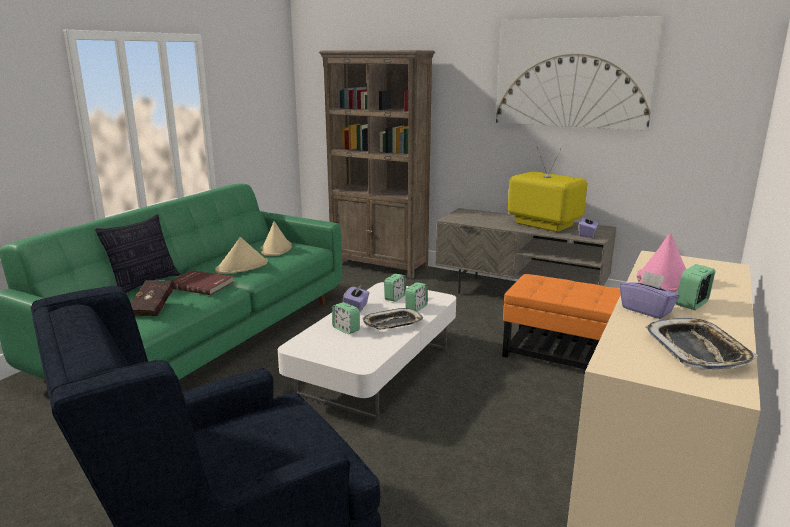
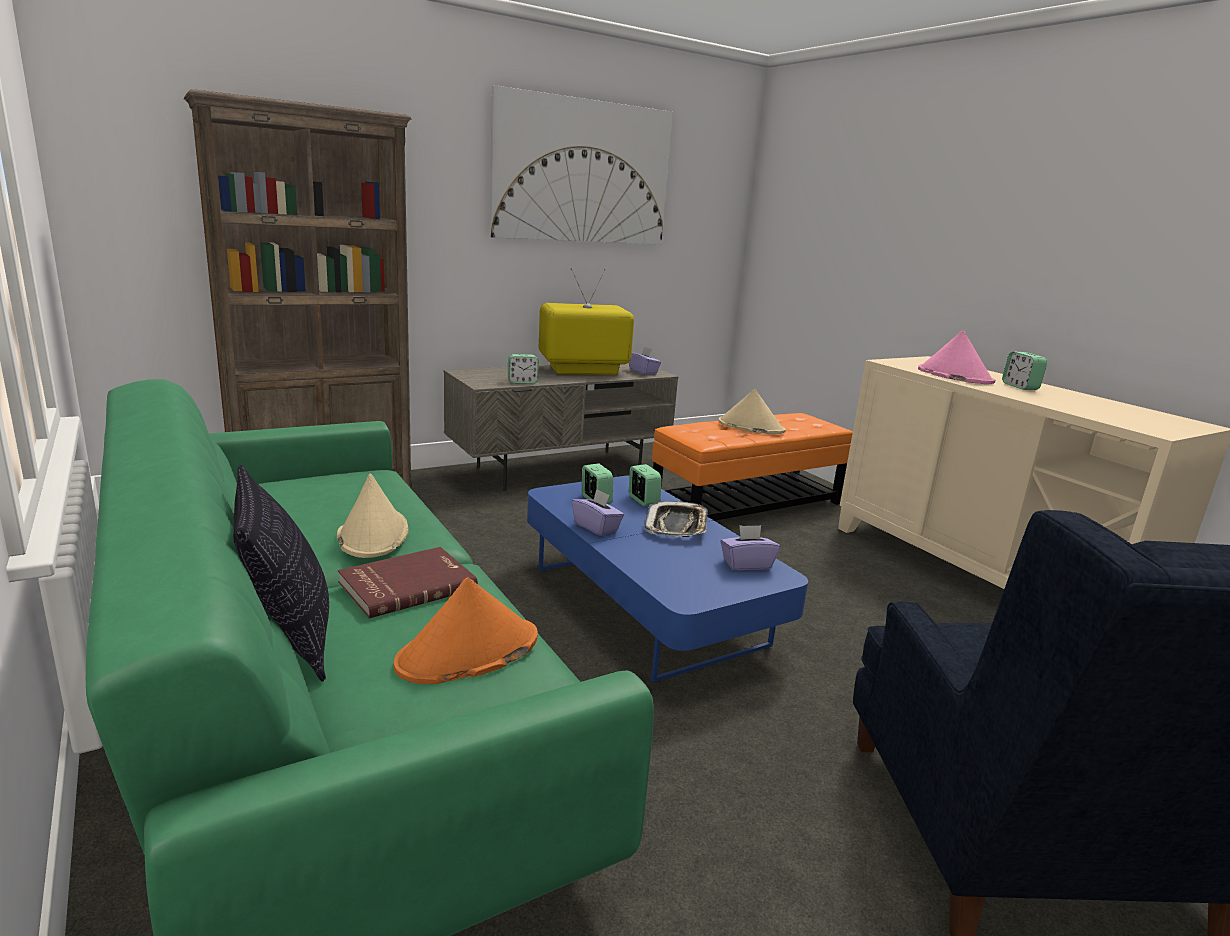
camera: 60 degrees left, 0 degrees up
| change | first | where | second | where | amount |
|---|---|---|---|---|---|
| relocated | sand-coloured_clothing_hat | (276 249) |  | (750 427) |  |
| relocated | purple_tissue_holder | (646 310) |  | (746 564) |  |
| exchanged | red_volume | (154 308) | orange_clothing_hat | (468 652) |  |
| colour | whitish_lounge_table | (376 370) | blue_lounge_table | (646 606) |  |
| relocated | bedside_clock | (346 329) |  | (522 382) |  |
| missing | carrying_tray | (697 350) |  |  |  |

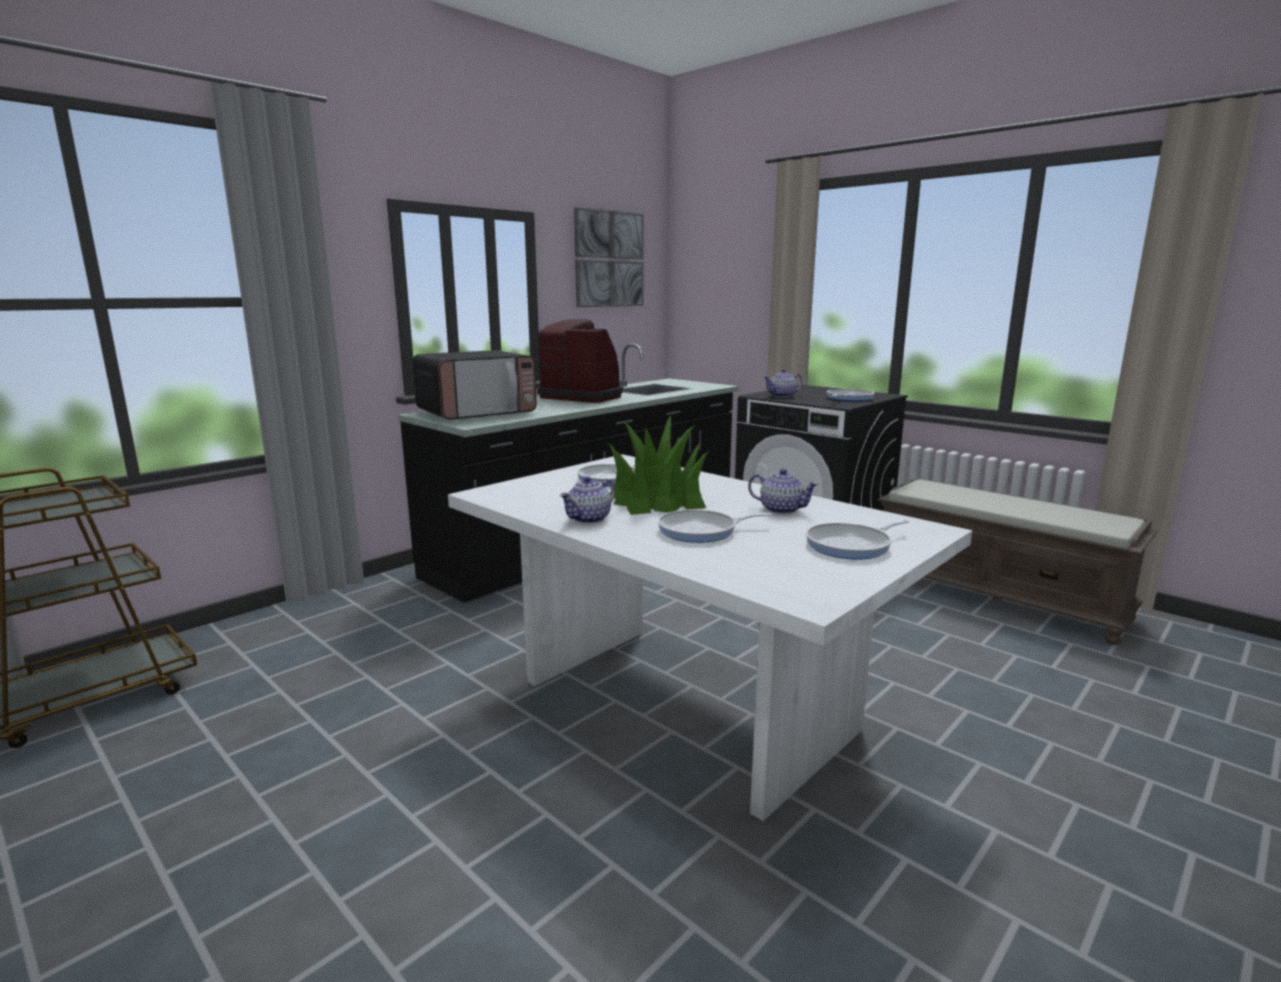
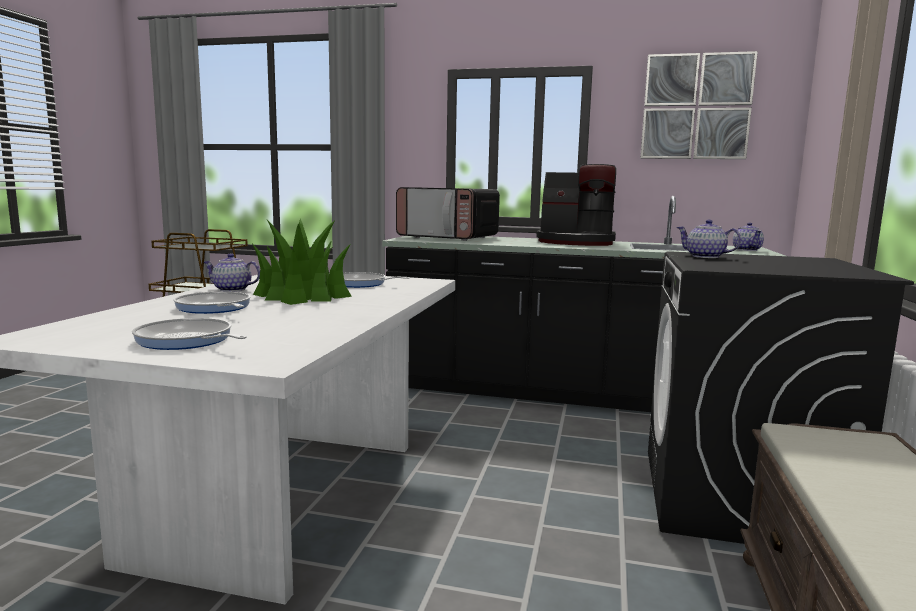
camera: 60 degrees right, 5 degrees down
| change | first | where | second | where | amount |
|---|---|---|---|---|---|
| spun | coffee_maker | (583 396) |  | (576 242) | 105 degrees clockwise |
| missing | frying_pan | (848 398) |  |  |  |
| relocated | tea_pot | (781 509) |  | (747 250) |  |

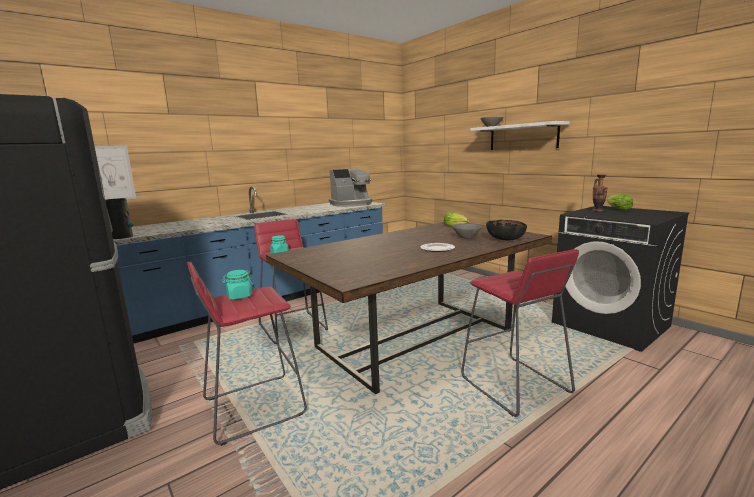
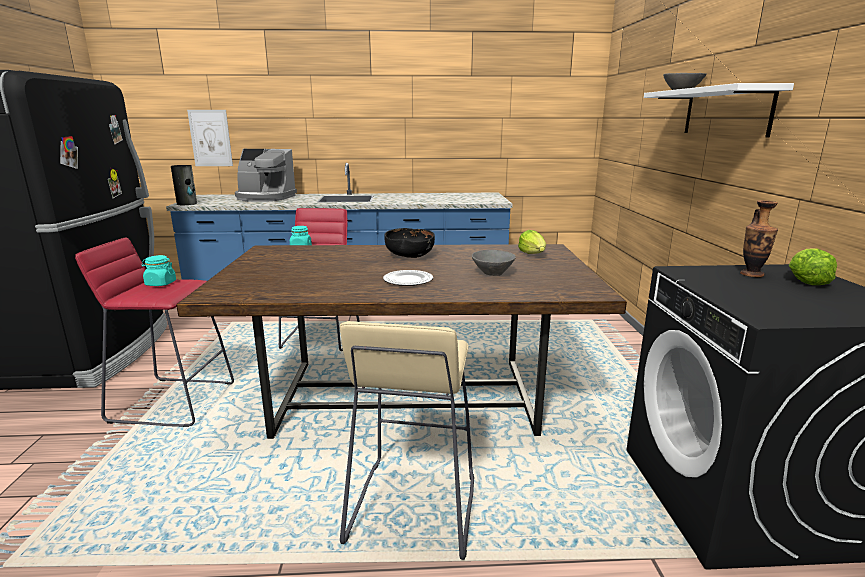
camera: 35 degrees right, 5 degrees up
| change | first | where | second | where | amount |
|---|---|---|---|---|---|
| relocated | coffee_maker | (352 204) |  | (265 198) |  |
| relocated | blackish_deep_dish | (505 240) |  | (410 256) |  |
| colour | red_stool | (514 386) | sand-coloured_stool | (412 508) |  |

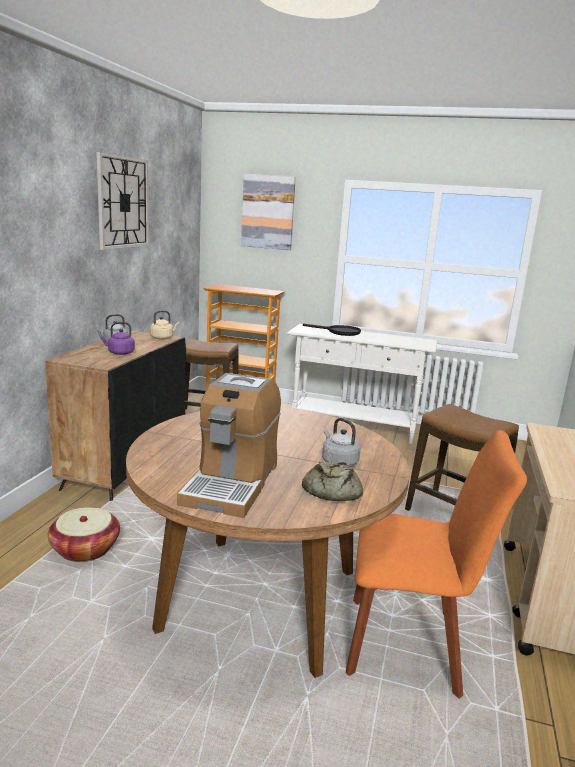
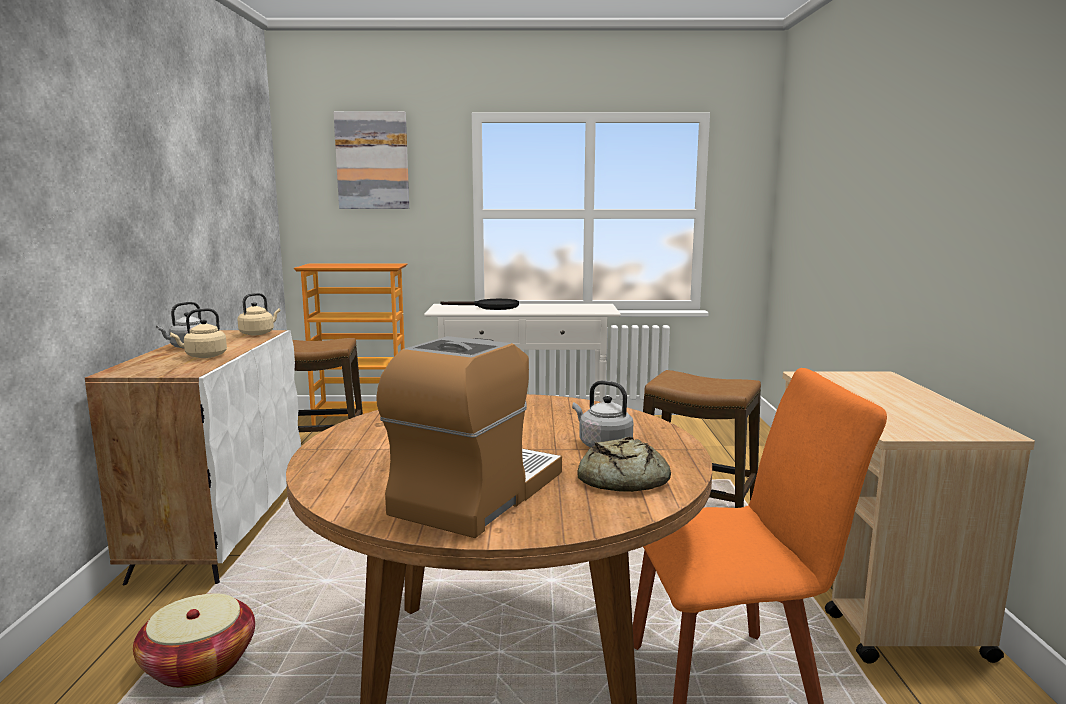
camera: 15 degrees left, 5 degrees down
| change | first | where | second | where | amount |
|---|---|---|---|---|---|
| missing | wall_clock | (123 202) |  |  |  |
| colour | purple_tea_kettle | (119 353) | sand-coloured_tea_kettle | (204 356) |  |
| colour | blackish_cupboard | (125 465) | whitish_cupboard | (221 529) |  |
| spun | coffee_maker | (231 483) |  | (477 494) | 150 degrees counterclockwise |

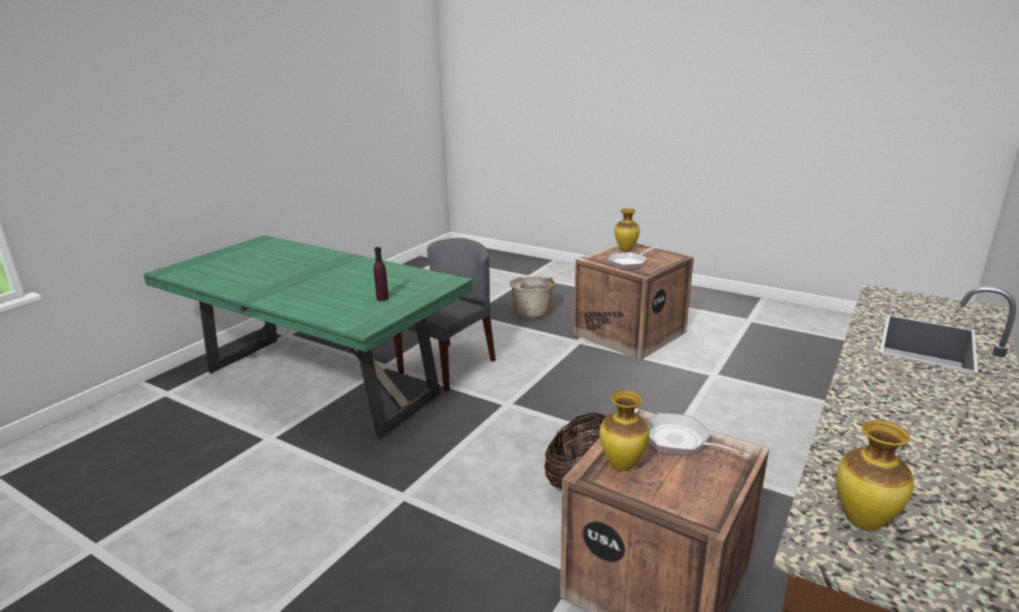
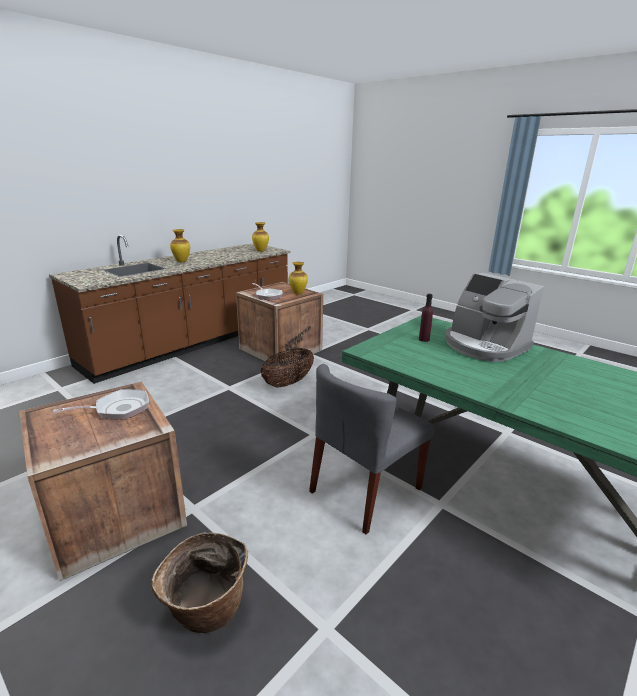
camera: 170 degrees left, 0 degrees up
| change | first | where | second | where | amount |
|---|---|---|---|---|---|
| relocated | flower_vase | (626 249) |  | (182 261) |  |
| appeared |  |  | coffee_maker | (484 346) |  |

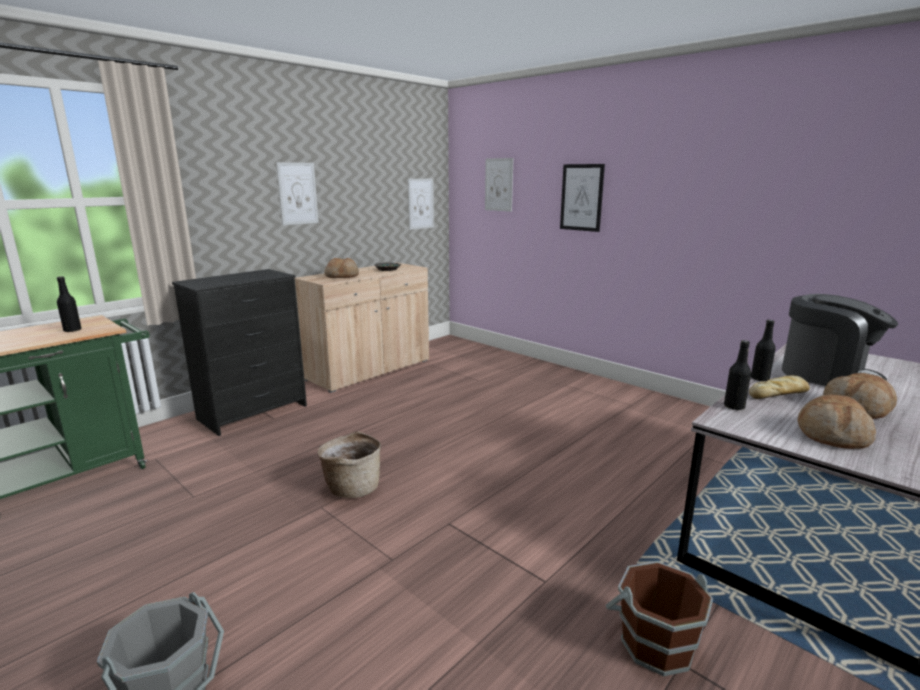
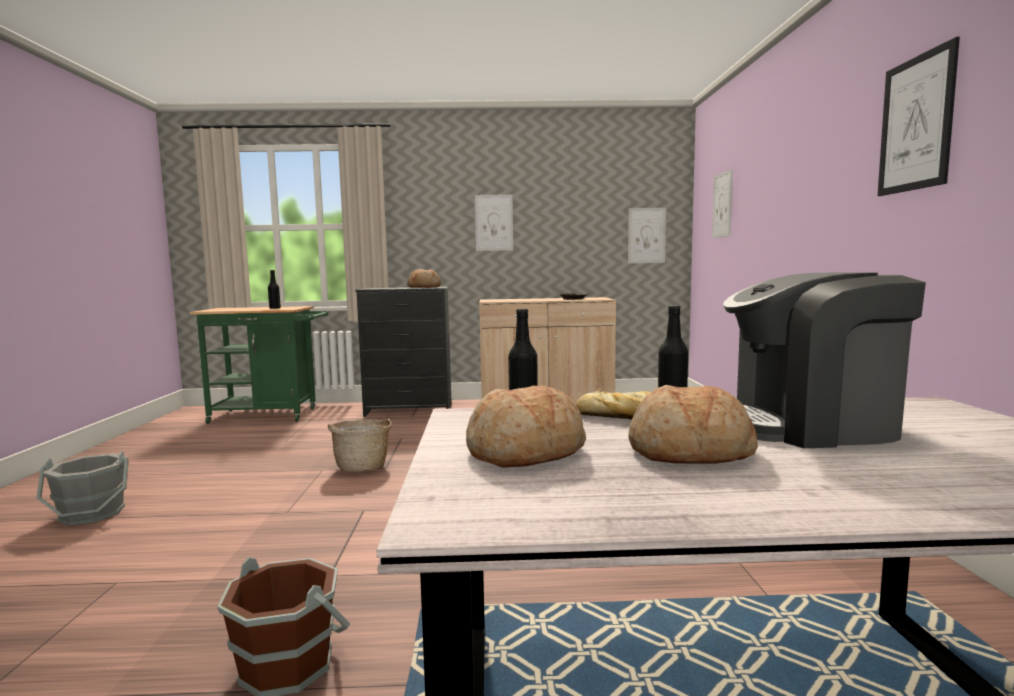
camera: 45 degrees right, 10 degrees down
| change | first | where | second | where | amount |
|---|---|---|---|---|---|
| relocated | picture | (581 197) |  | (916 123) |  |
| relocated | baked_bread | (342 276) |  | (424 287) |  |
| spun | coffee_maker | (827 376) |  | (808 426) | 90 degrees clockwise |

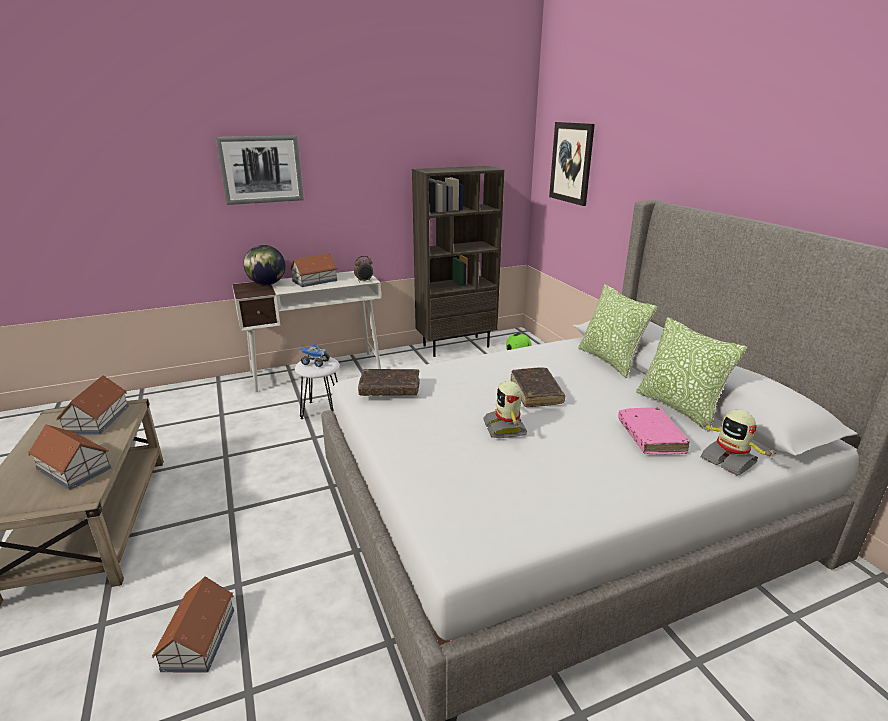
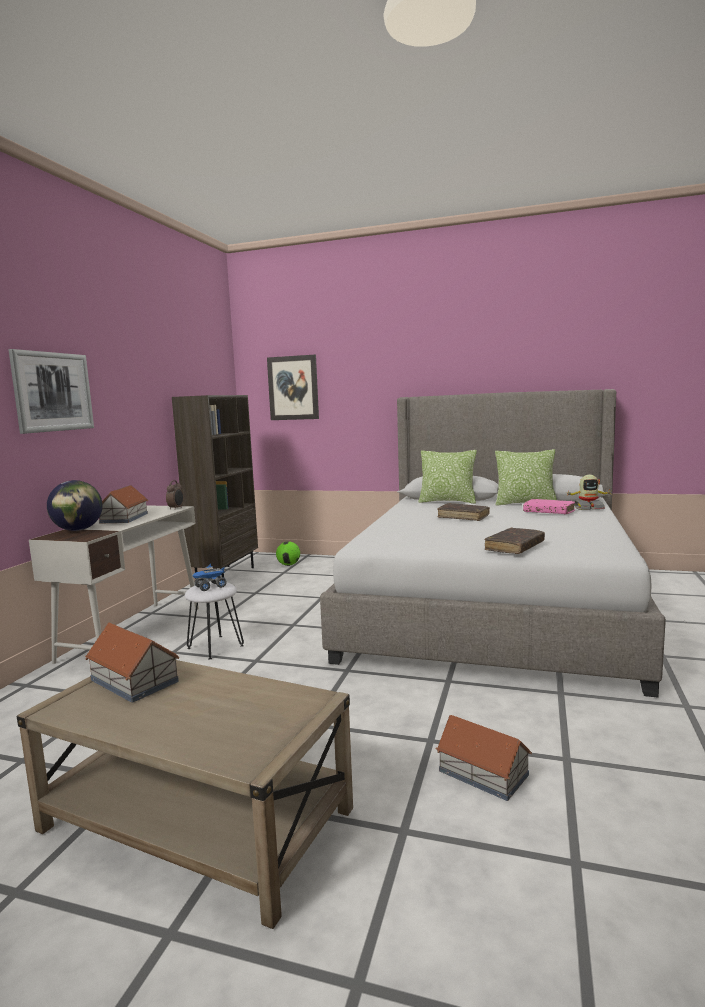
camera: 50 degrees left, 15 degrees down
| change | first | where | second | where | amount |
|---|---|---|---|---|---|
| relocated | brownish_volume | (390 389) |  | (514 547) |  |
| missing | toy_robot | (505 428) |  |  |  |
| missing | toy_house | (74 469) |  |  |  |

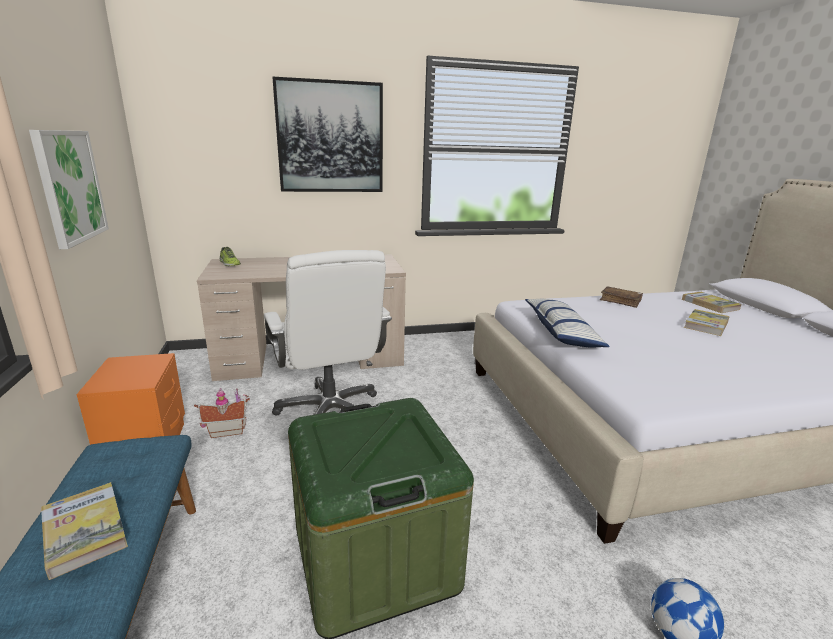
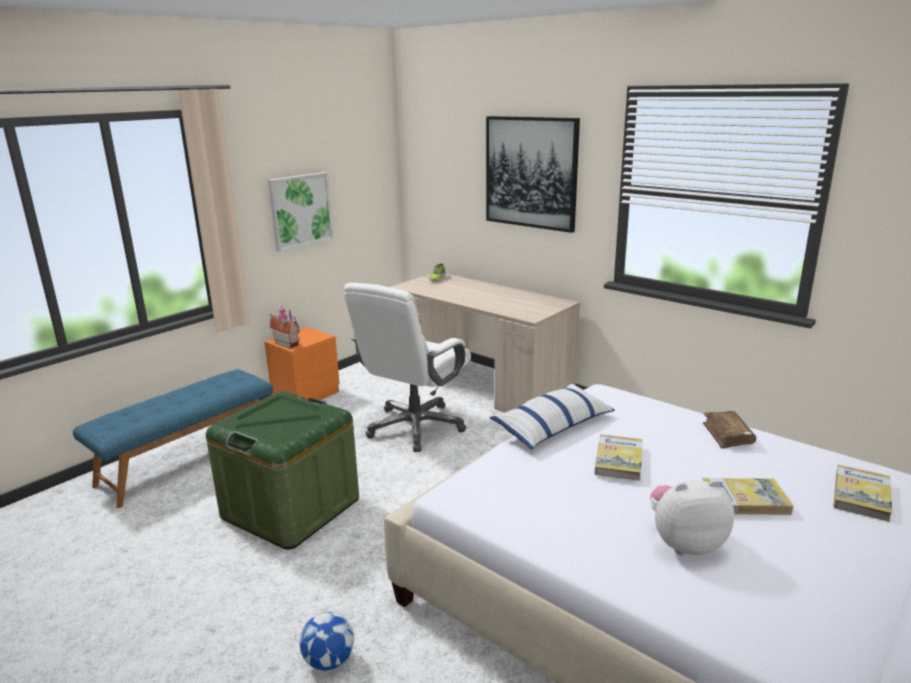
camera: 55 degrees right, 0 degrees up
| change | first | where | second | where | amount |
|---|---|---|---|---|---|
| relocated | toy_house | (226 430) |  | (288 343) |  |
| relocated | volume | (84 531) |  | (618 460) |  |
| appeared |  |  | plush_toy | (684 543) |  |

